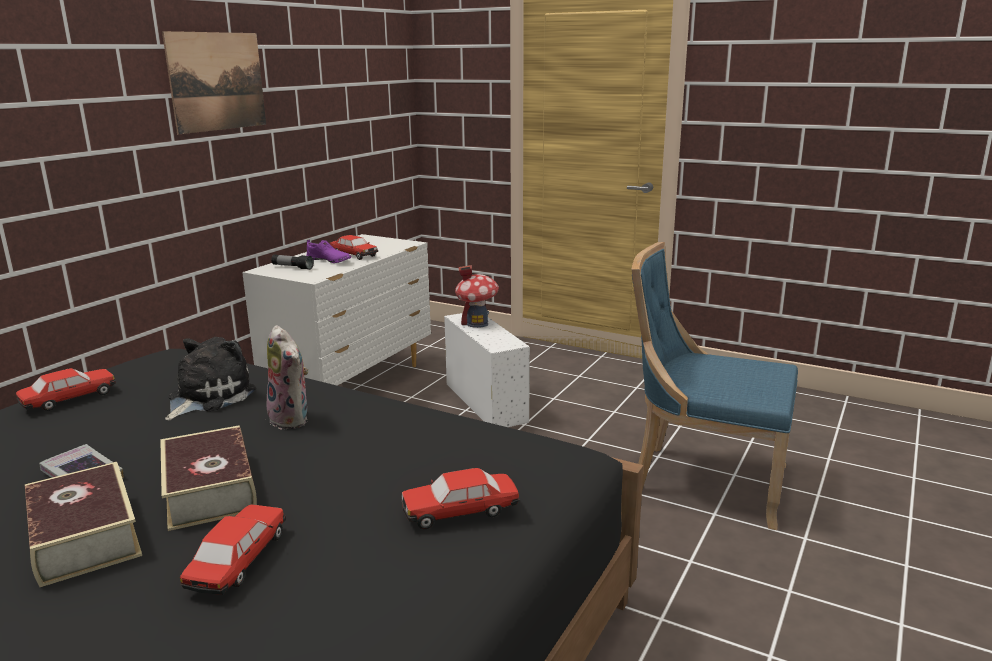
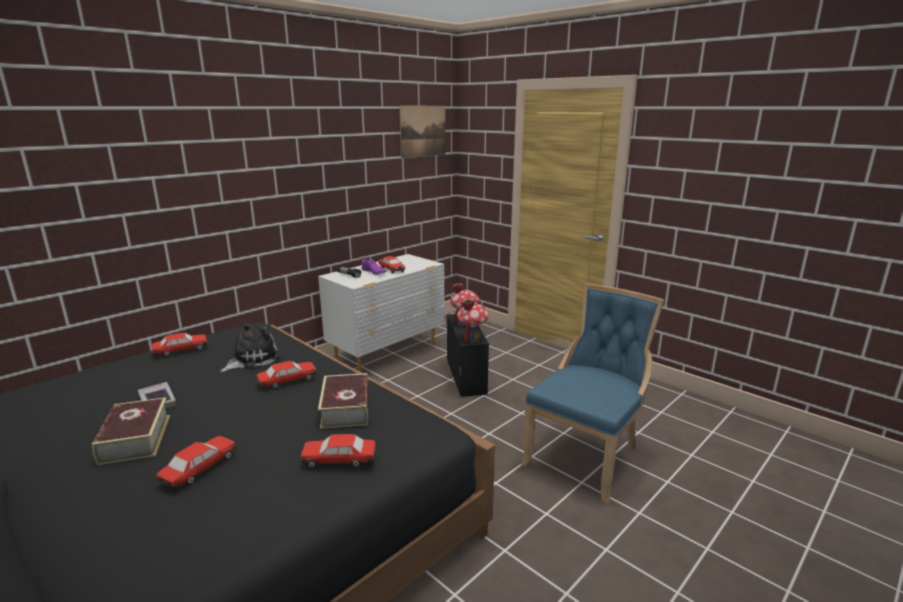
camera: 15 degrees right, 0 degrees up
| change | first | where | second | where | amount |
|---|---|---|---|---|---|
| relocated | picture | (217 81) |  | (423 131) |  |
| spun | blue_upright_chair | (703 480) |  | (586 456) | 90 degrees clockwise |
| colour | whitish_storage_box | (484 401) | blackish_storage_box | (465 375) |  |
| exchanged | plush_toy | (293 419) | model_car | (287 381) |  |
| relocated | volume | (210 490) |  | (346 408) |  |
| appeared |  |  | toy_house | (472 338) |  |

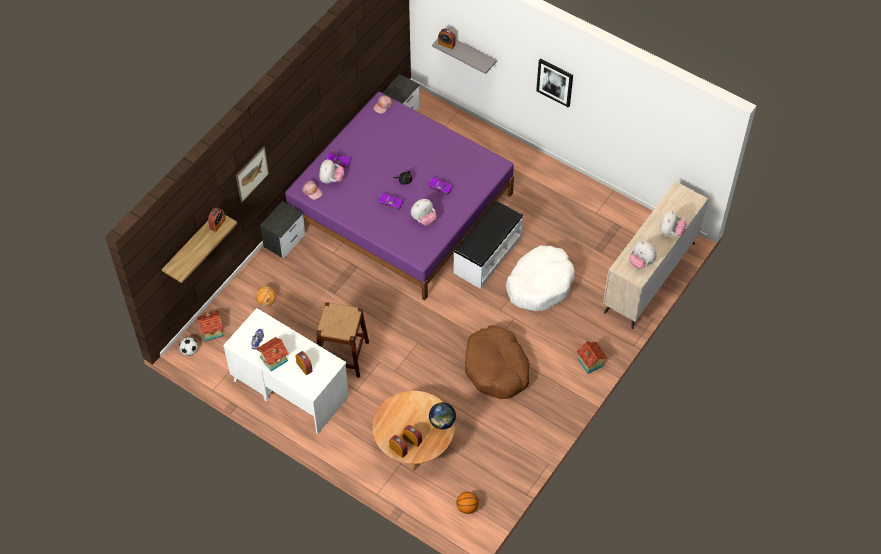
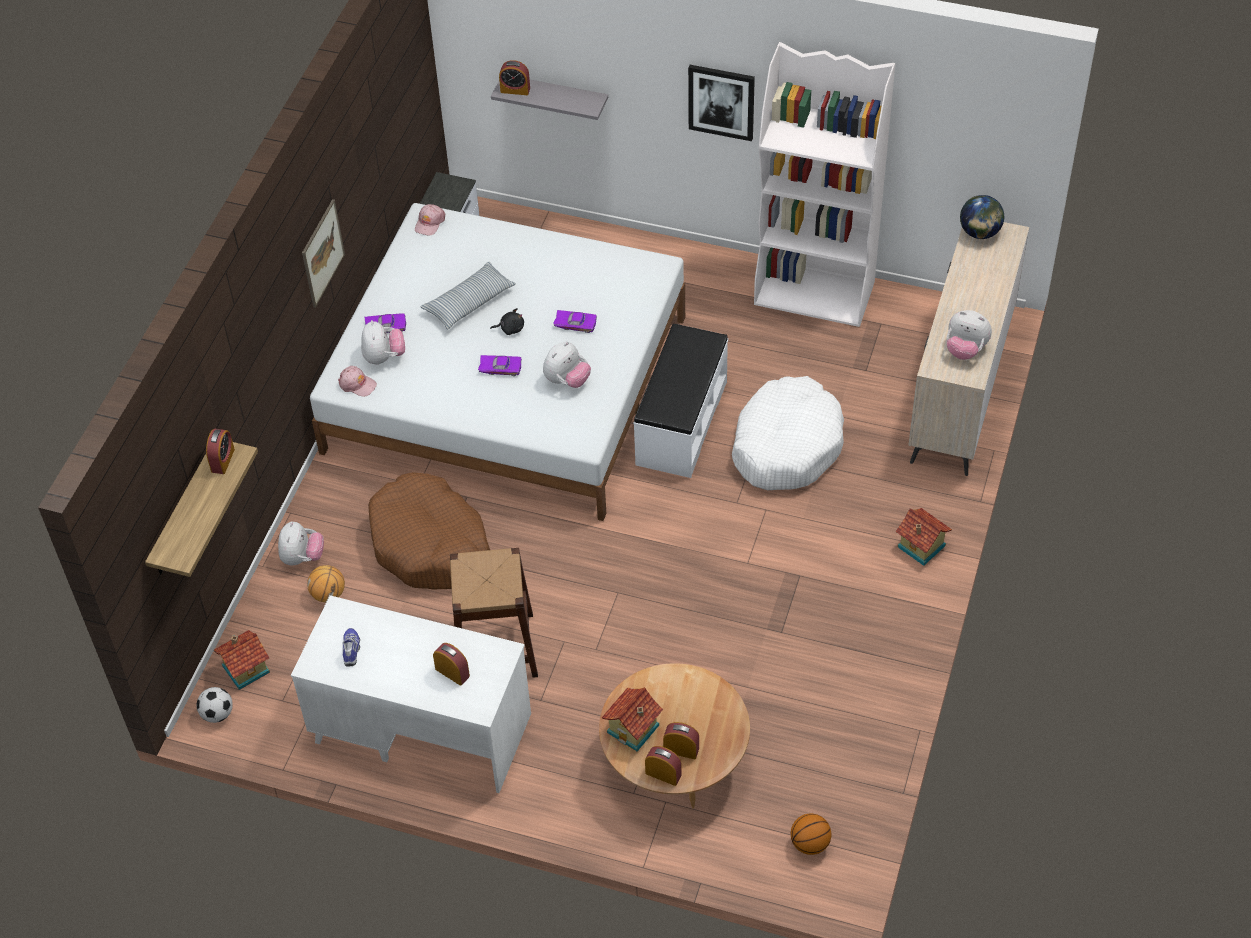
camera: 15 degrees left, 5 degrees down
| change | first | where | second | where | amount |
|---|---|---|---|---|---|
| colour | purple_sleeping_bed | (401 207) | whitish_sleeping_bed | (507 383) |  |
| relocated | picture | (252 174) |  | (322 253) |  |
| missing | night_table | (285 240) |  |  |  |
| relocated | plush_toy | (670 232) |  | (302 557) |  |
| relocated | brownish_dog_cushion | (496 368) |  | (429 544) |  |
| relocated | toy_house | (274 359) |  | (634 729) |  |
| relocated | desk_globe | (442 422) |  | (979 233) |  |
| appeared |  |  | whitish_bookshelf | (815 293) |  |
| appeared |  |  | throw_pillow | (469 302) |  |

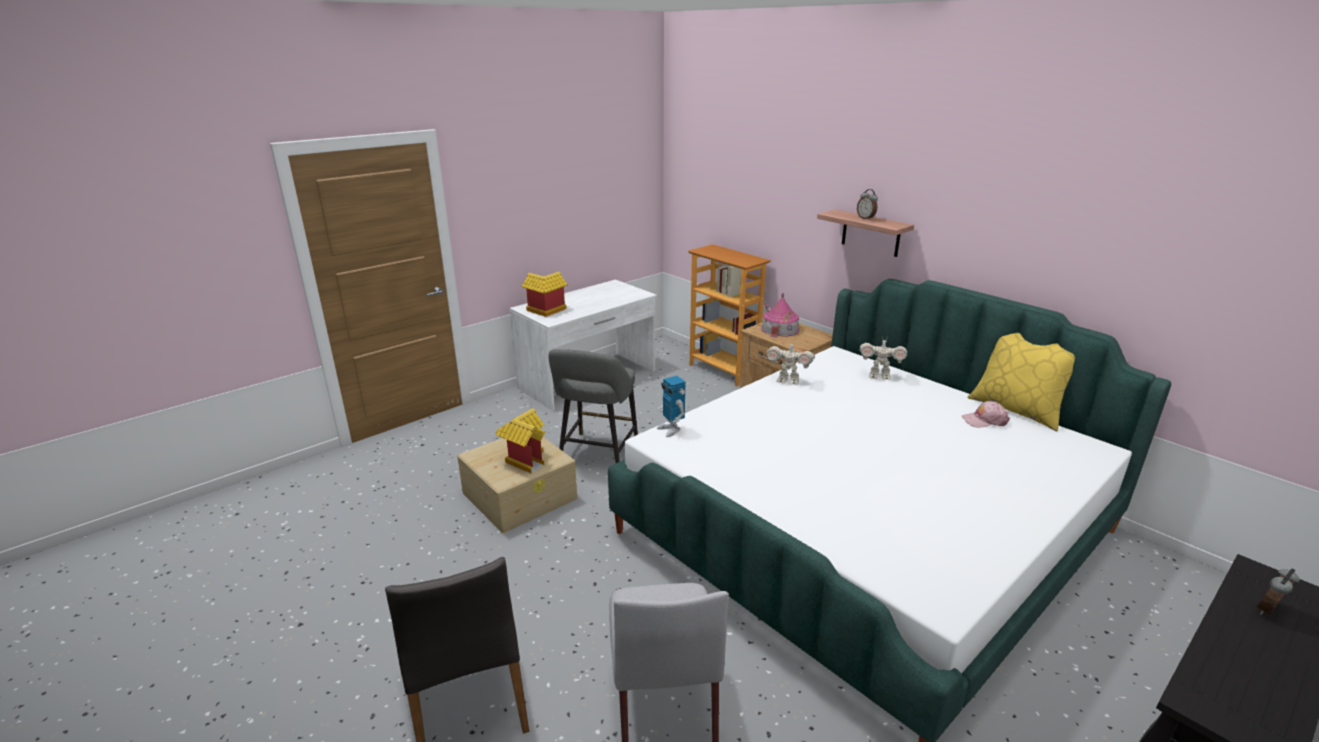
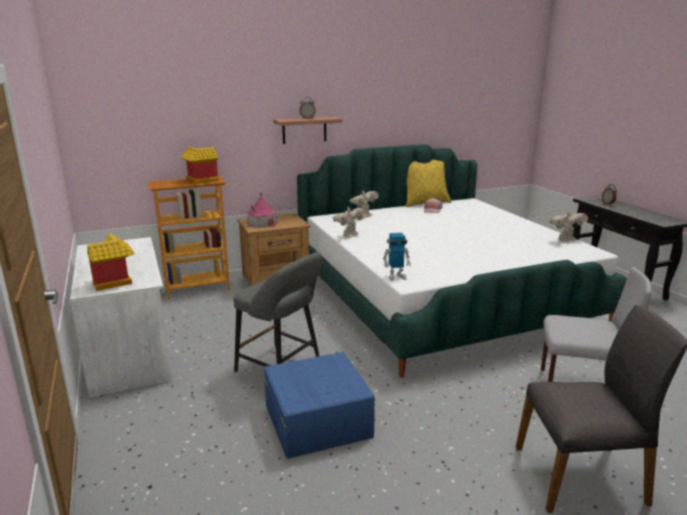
camera: 70 degrees left, 5 degrees down
| change | first | where | second | where | amount |
|---|---|---|---|---|---|
| relocated | toy_house | (524 459) |  | (200 181) |  |
| colour | sand-coloured_storage_box | (520 495) | blue_storage_box | (317 419) |  |
| appeared |  |  | toy_robot | (565 240) |  |

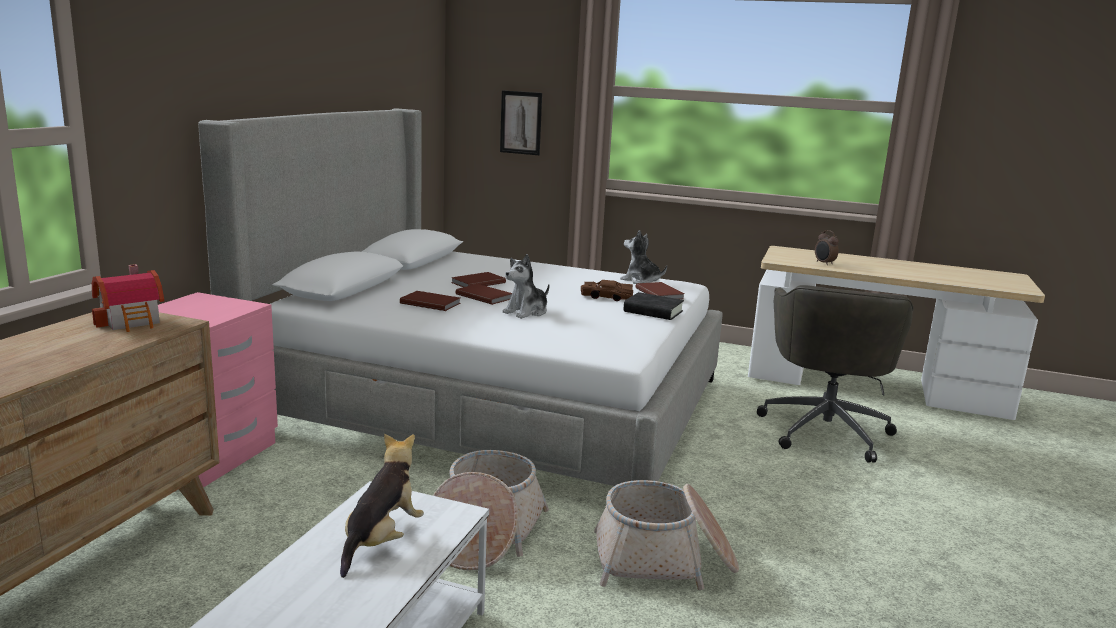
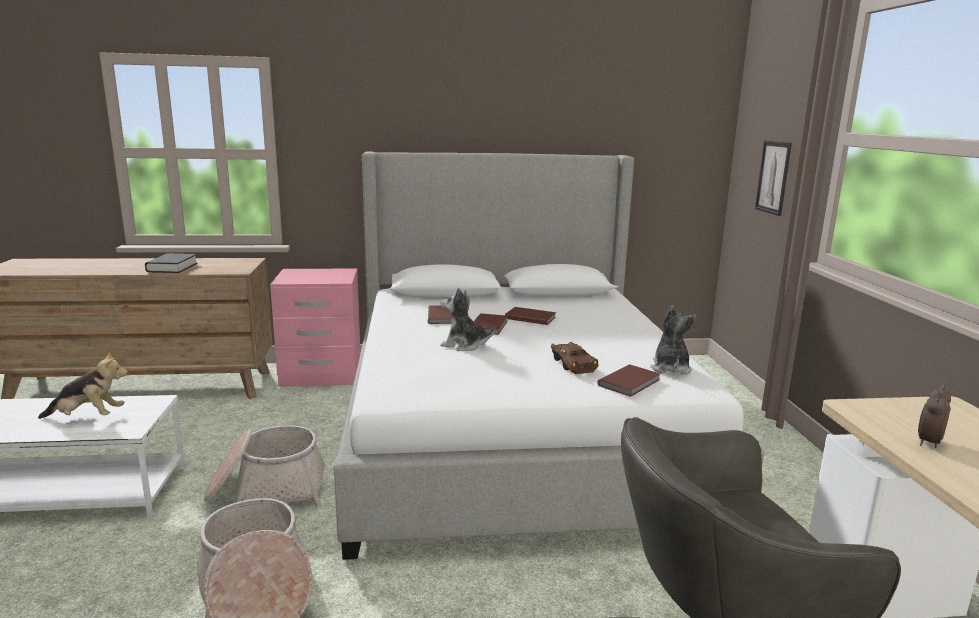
camera: 65 degrees right, 0 degrees up
| change | first | where | second | where | amount |
|---|---|---|---|---|---|
| missing | toy_house | (133 321) |  |  |  |
| relocated | blackish_volume | (653 311) |  | (172 267) |  |

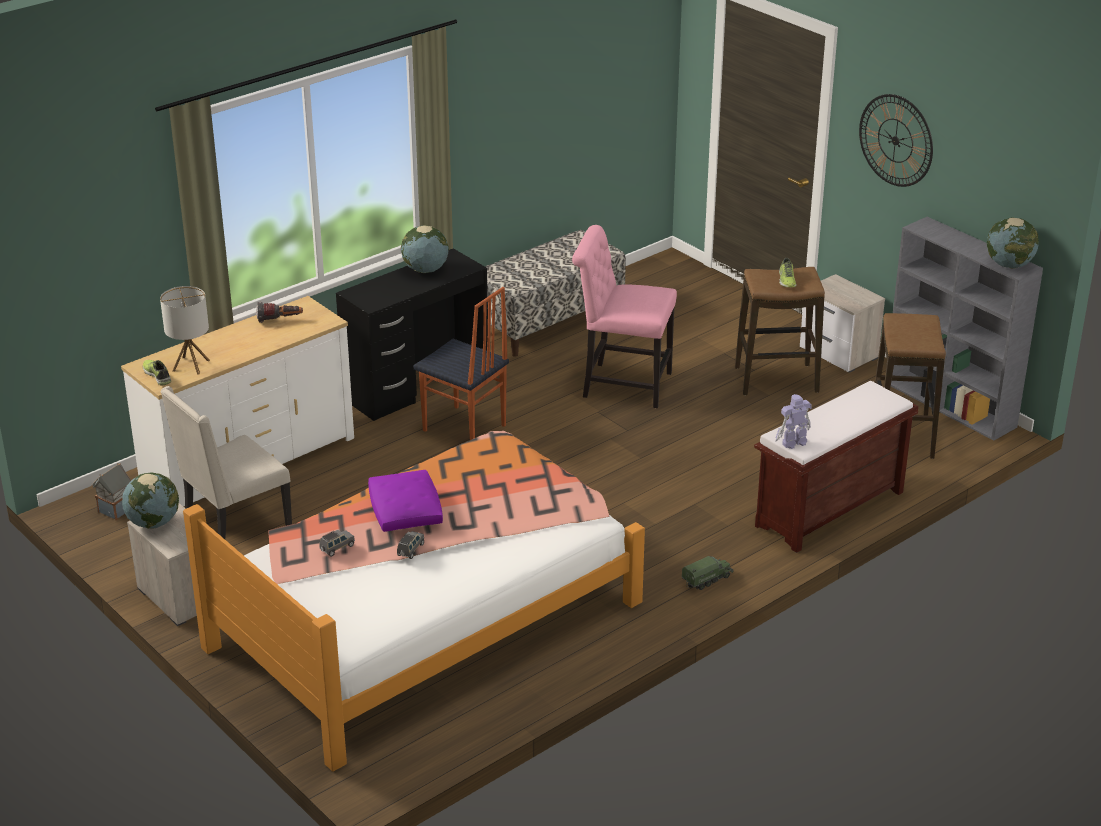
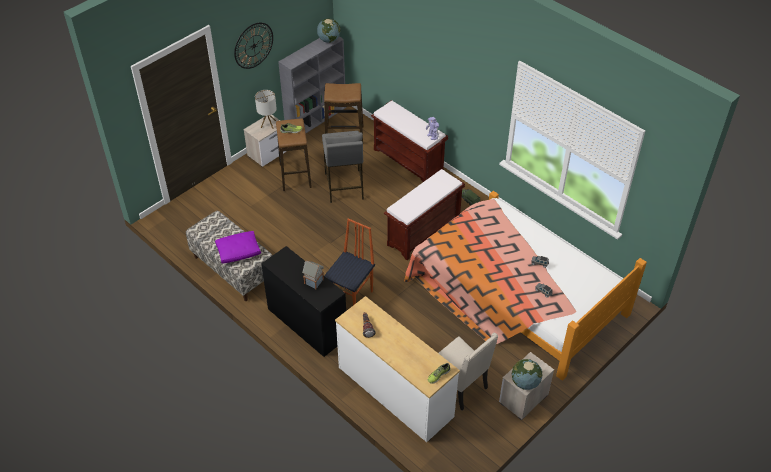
camera: 95 degrees left, 15 degrees up
| change | first | where | second | where | amount |
|---|---|---|---|---|---|
| missing | desk_globe | (425 270) |  |  |  |
| missing | pink_upright_chair | (622 384) |  |  |  |
| relocated | tabletop_lamp | (191 365) |  | (268 124) |  |
| relocated | toy_house | (115 510) |  | (314 281) |  |
| relocated | purple_throw_pillow | (405 511) |  | (238 251) |  |
| appeared |  |  | grey_stool | (344 186) |  |
| appeared |  |  | brownish_bench | (423 233) |  |

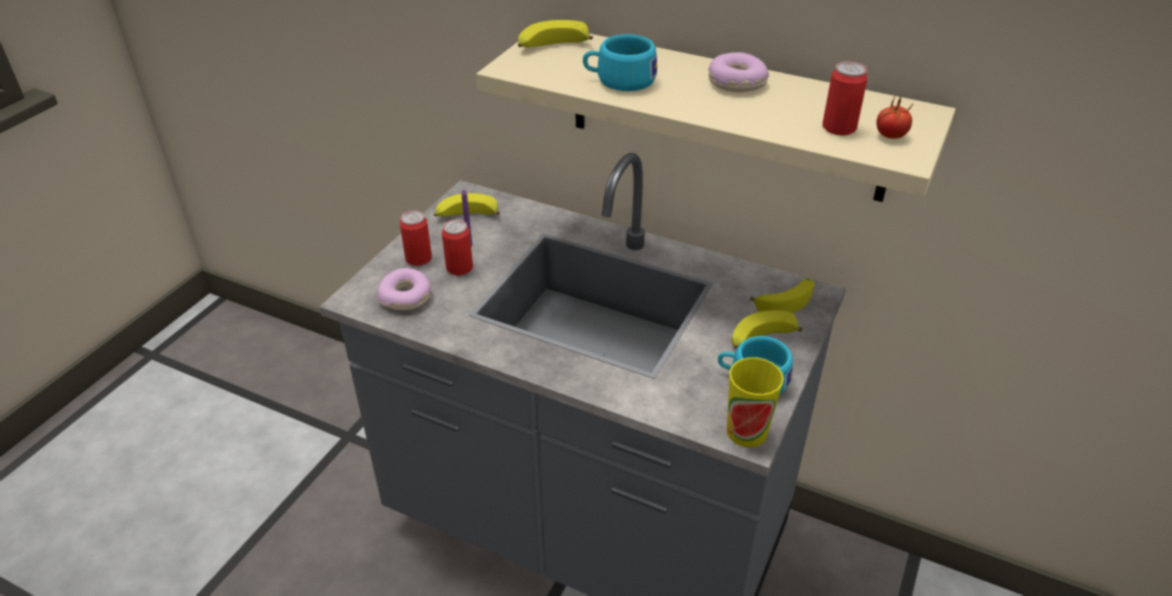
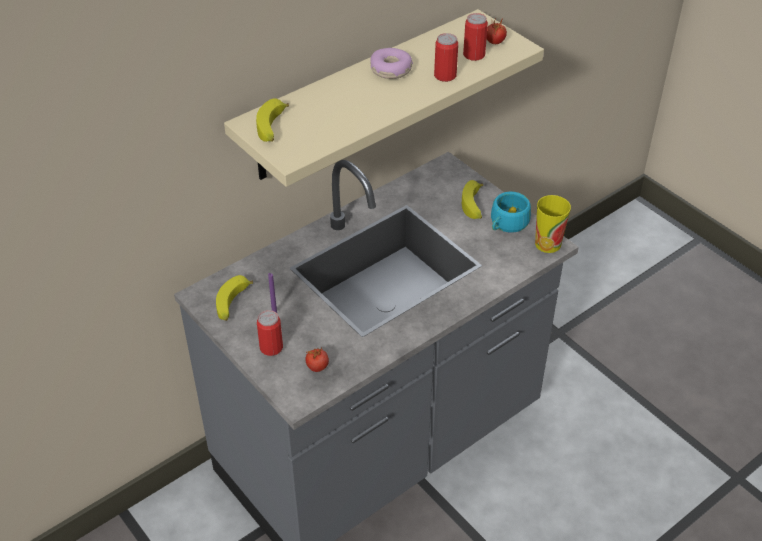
camera: 65 degrees left, 5 degrees up
| change | first | where | second | where | amount |
|---|---|---|---|---|---|
| missing | turquoise_drinking_cup | (619 80) |  |  |  |
| relocated | sealed_can | (459 268) |  | (445 75) |  |
| exchanged | donut | (406 297) | fresh_tomato | (317 367) |  |
| missing | banana | (785 301) |  |  |  |

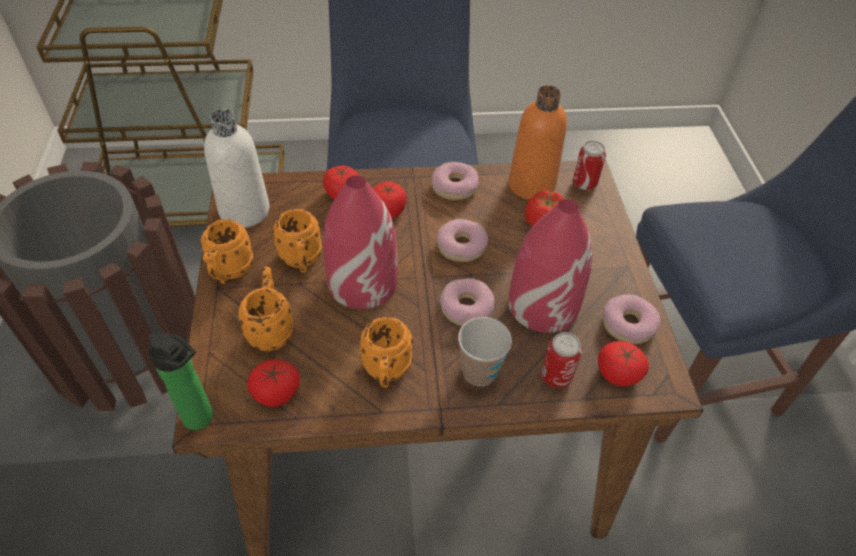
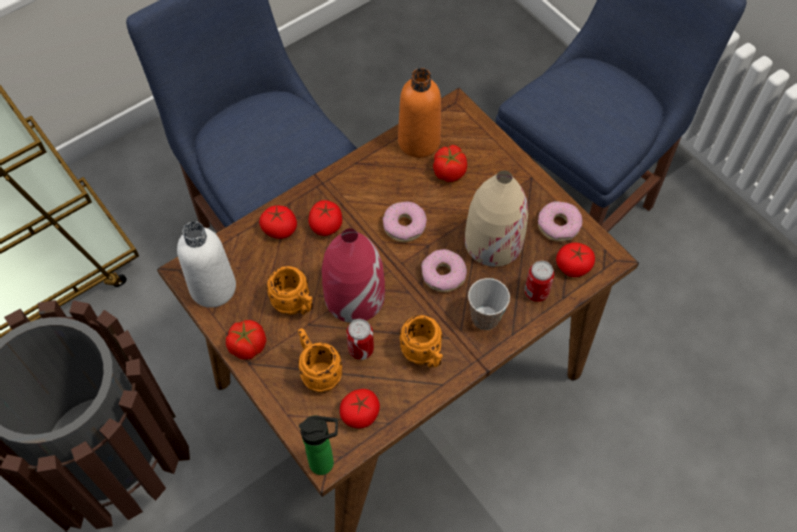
camera: 30 degrees left, 10 degrees up
| change | first | where | second | where | amount |
|---|---|---|---|---|---|
| relocated | sealed_can | (584 183) |  | (361 349) |  |
| missing | donut | (454 187) |  |  |  |
| colour | red_flower_vase | (542 304) | sand-coloured_flower_vase | (492 242) |  |
| exchanged | orange_mug | (229 272) | fresh_tomato | (247 346) |  |

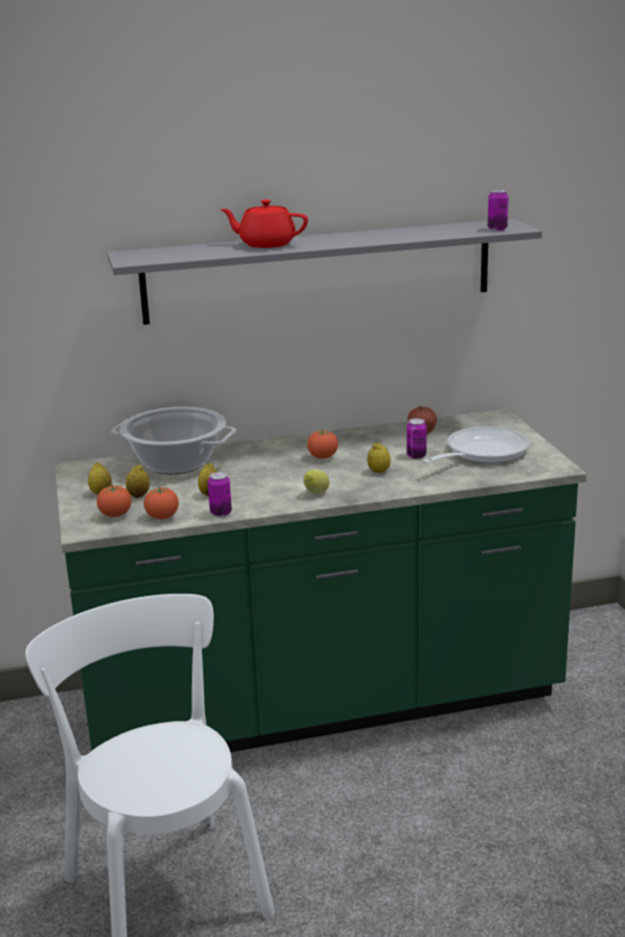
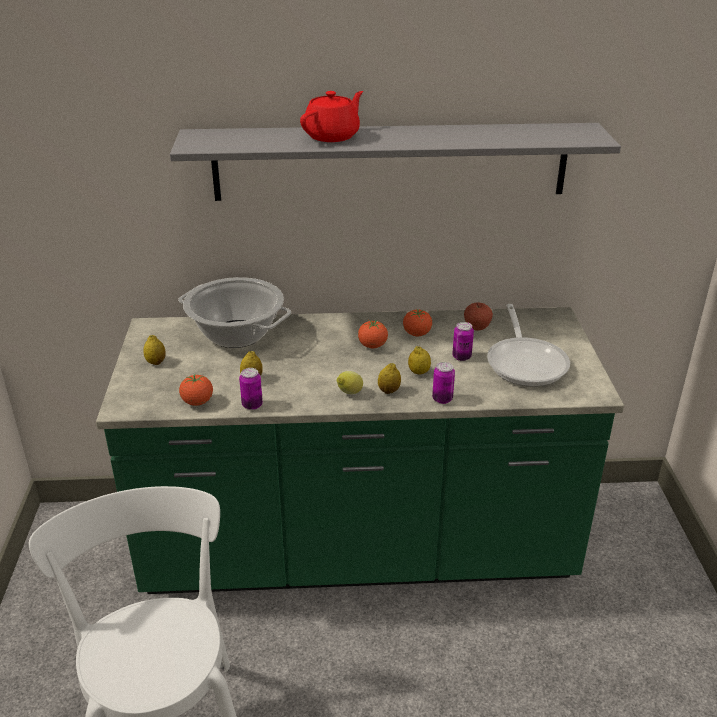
camera: 10 degrees right, 10 degrees up
| change | first | where | second | where | amount |
|---|---|---|---|---|---|
| relocated | sealed_can | (497 229) |  | (442 399) |  |
| spun | red_tea_pot | (266 244) |  | (332 136) | 105 degrees clockwise |
| spun | frying_pan | (481 453) |  | (526 362) | 120 degrees clockwise |
| relocated | whole_lemon | (138 495) |  | (389 391) |  |
| relocated | fresh_tomato | (115 515) |  | (417 334) |  |

